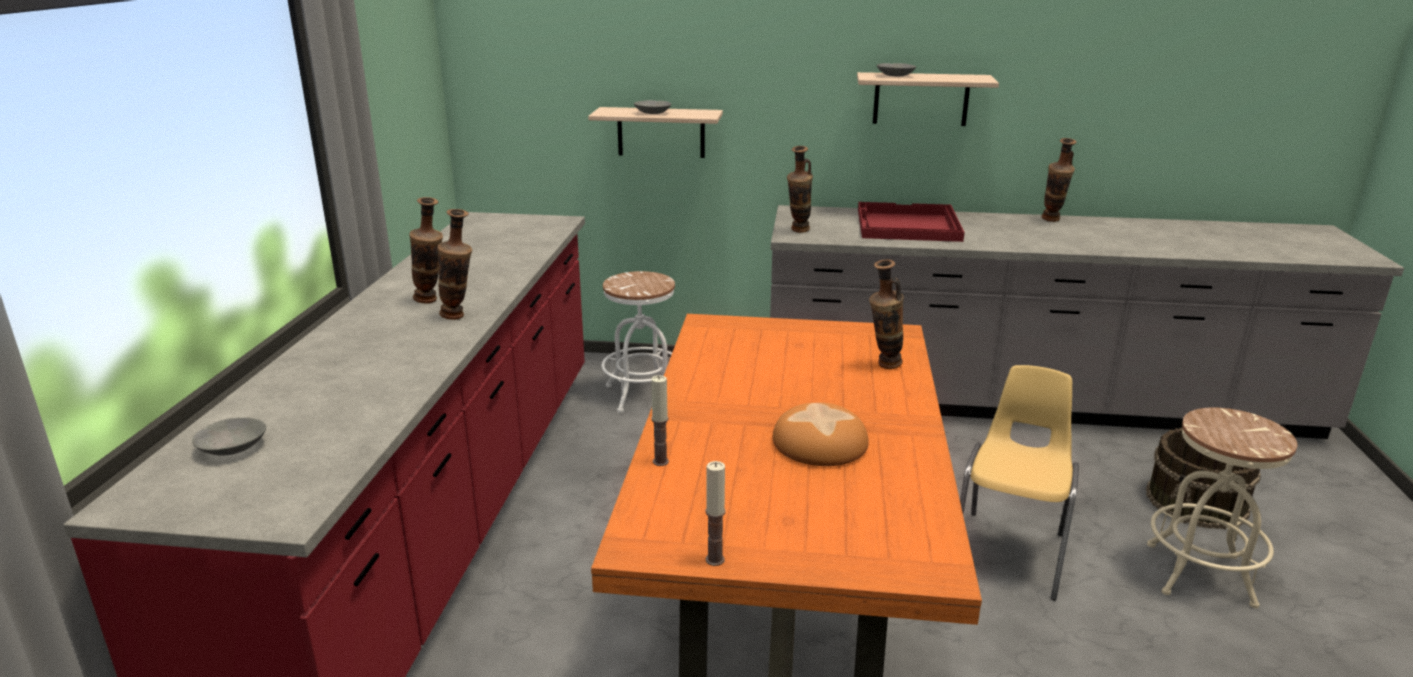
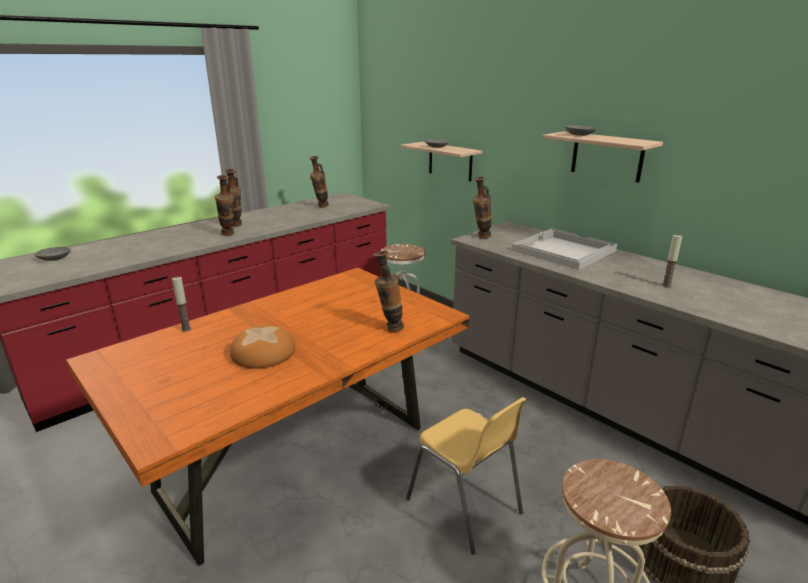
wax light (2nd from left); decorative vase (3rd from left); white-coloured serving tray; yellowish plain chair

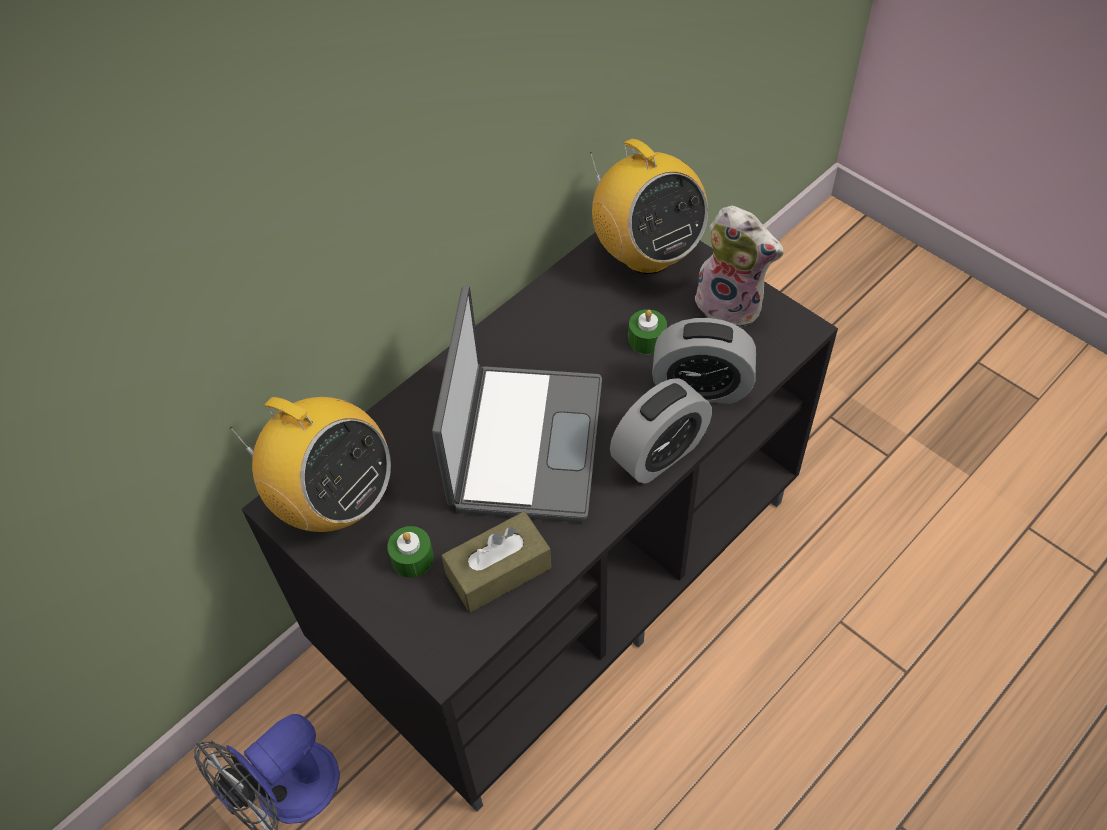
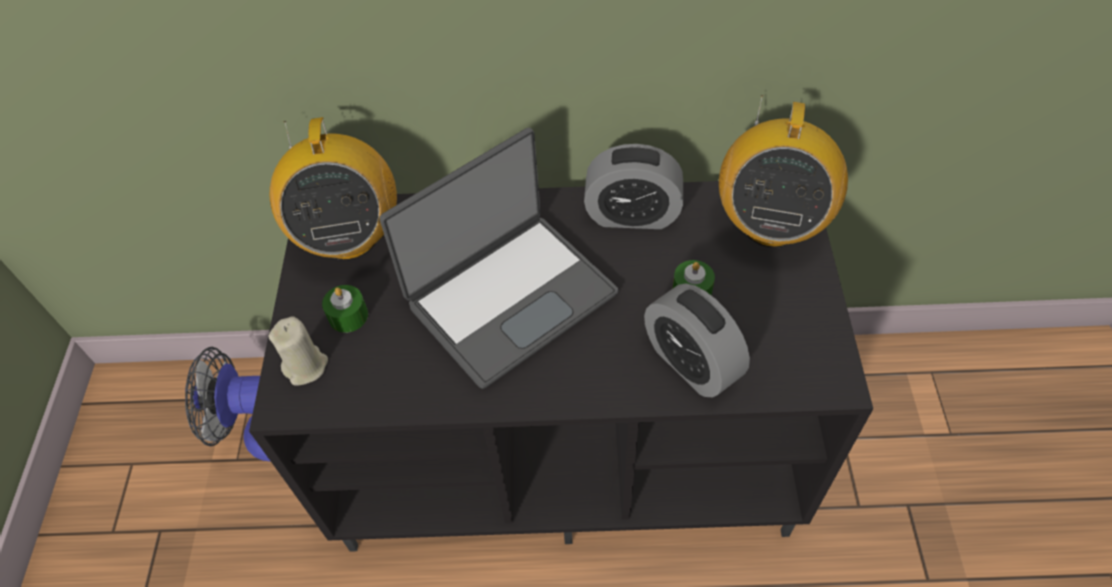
brown tissue box; soft toy; beige-coloured wax light; bedside clock (1st from left)

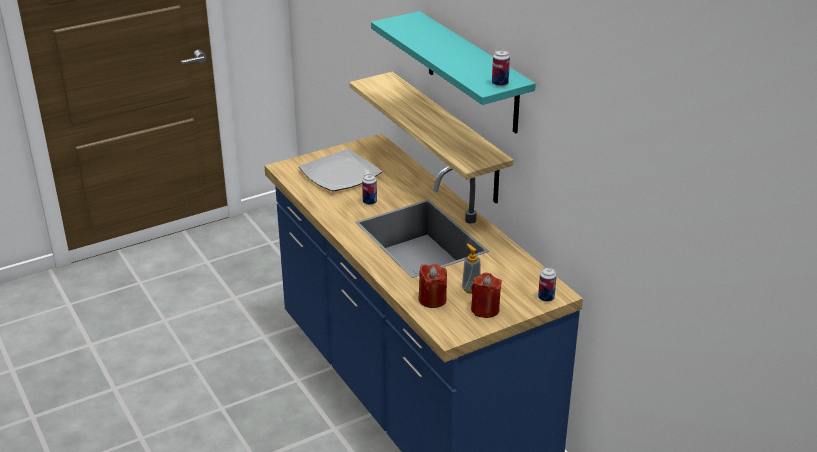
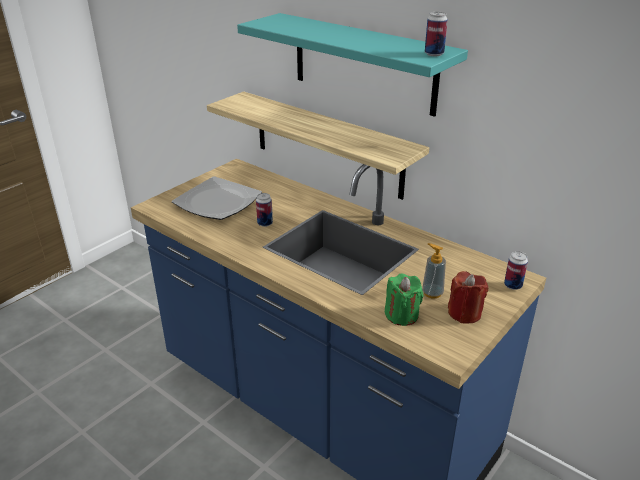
green-coloured wax light

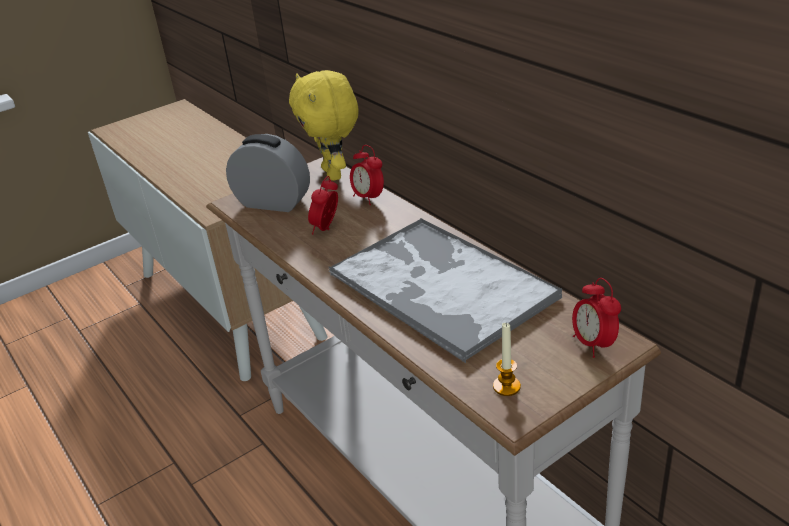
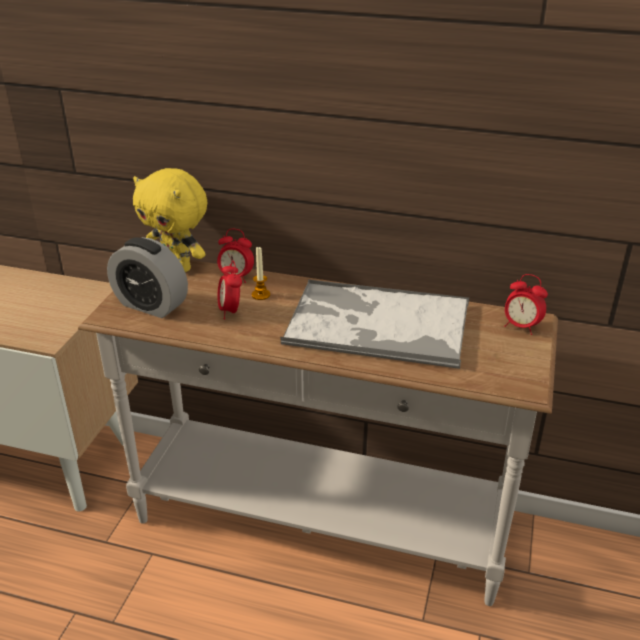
wax light; bedside clock (1st from left)

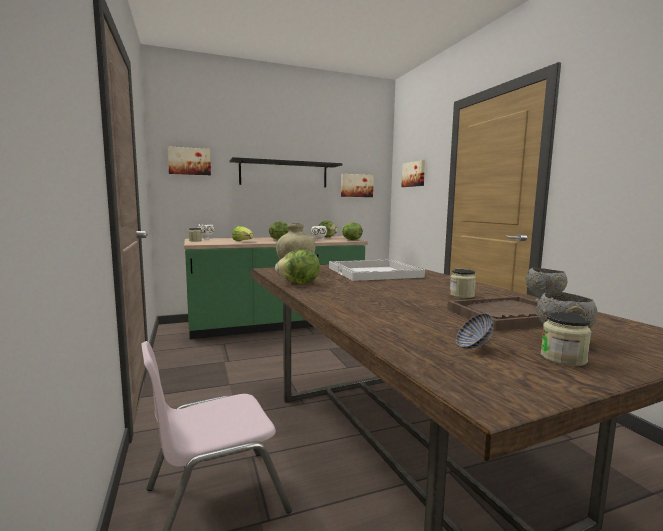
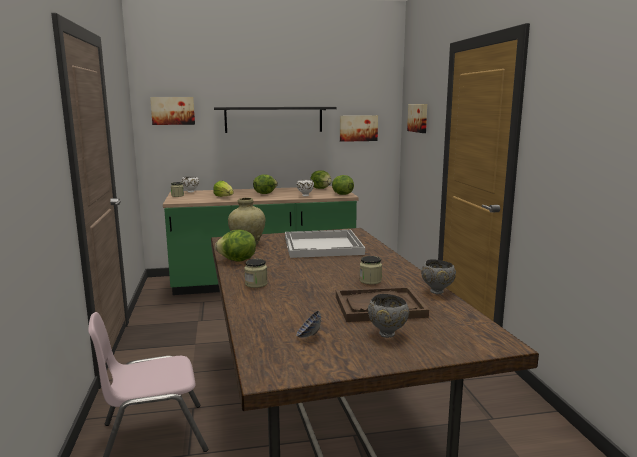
storage jar (2nd from left)

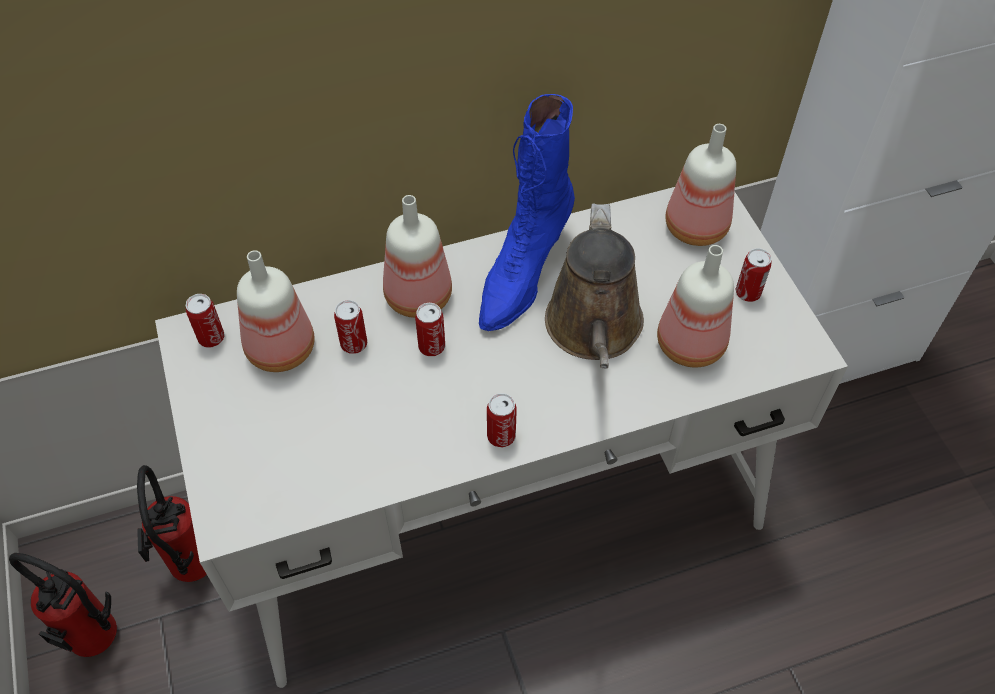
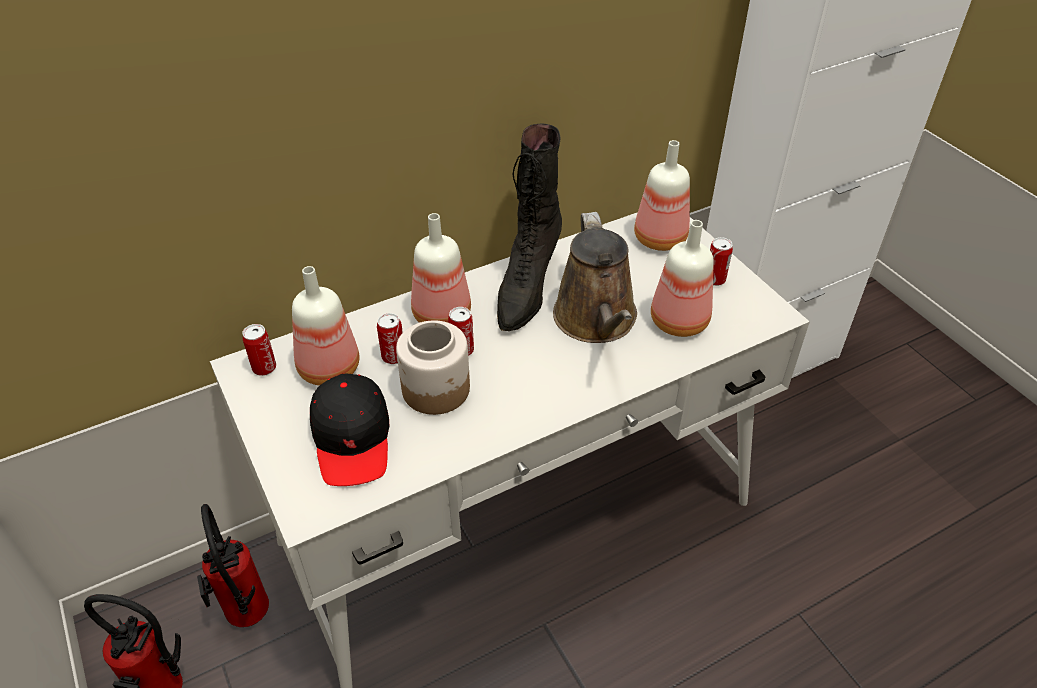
can (4th from left in the first image); black-coloured peaked cap; storage jar; black-coloured high-top boot

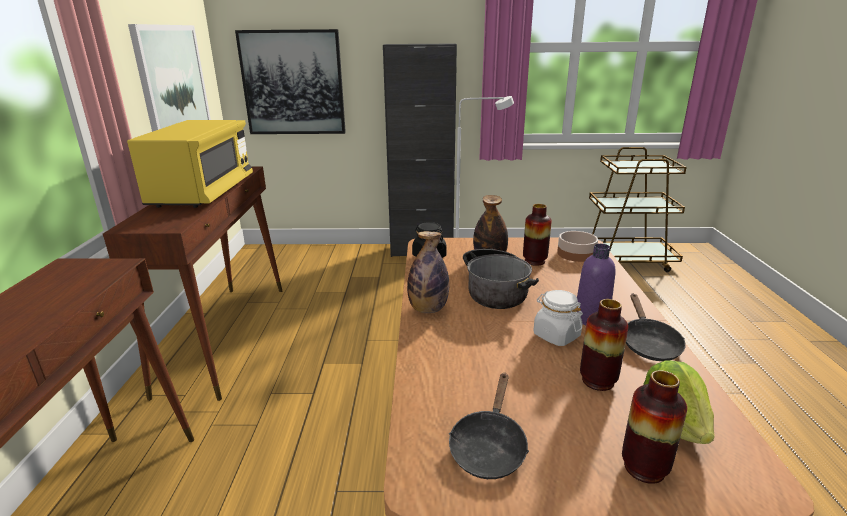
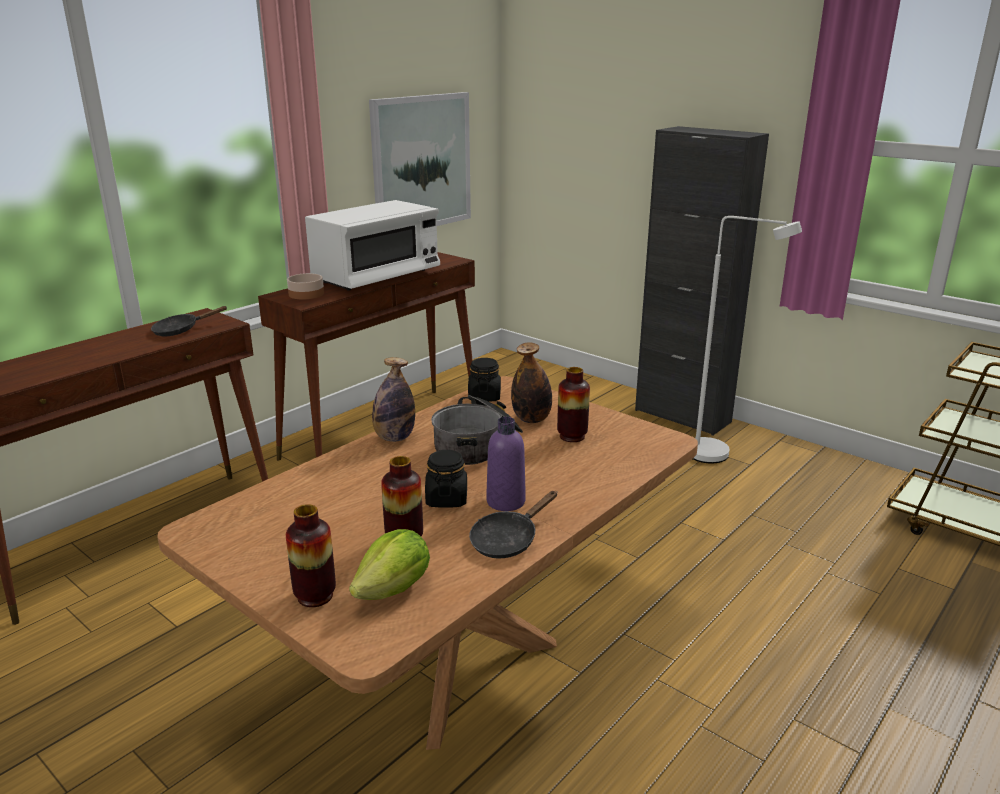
picture (2nd from left in the first image); black-coloured skillet (1st from left); serving bowl; white-coloured microwave oven; black-coloured storage jar (1st from left)

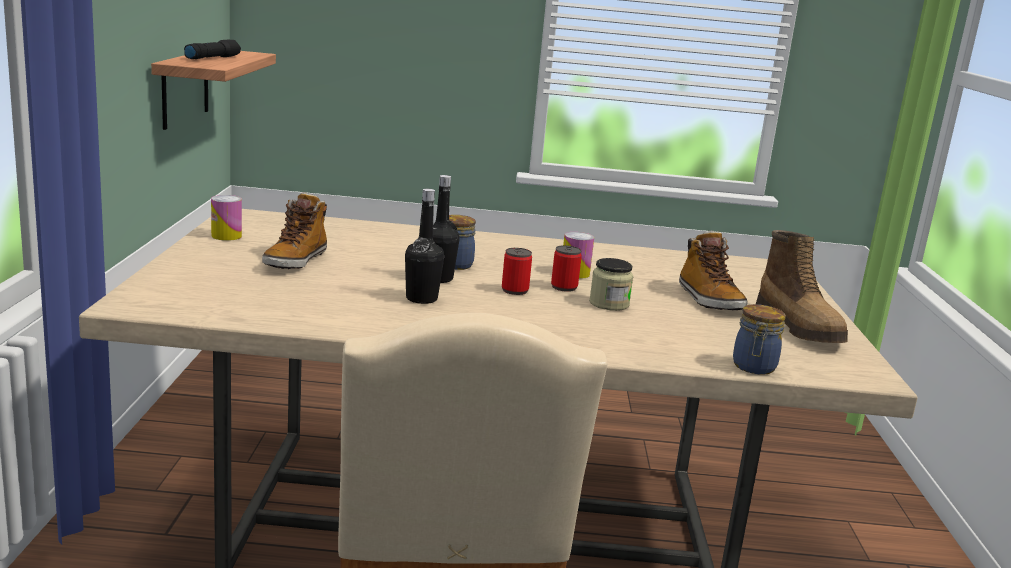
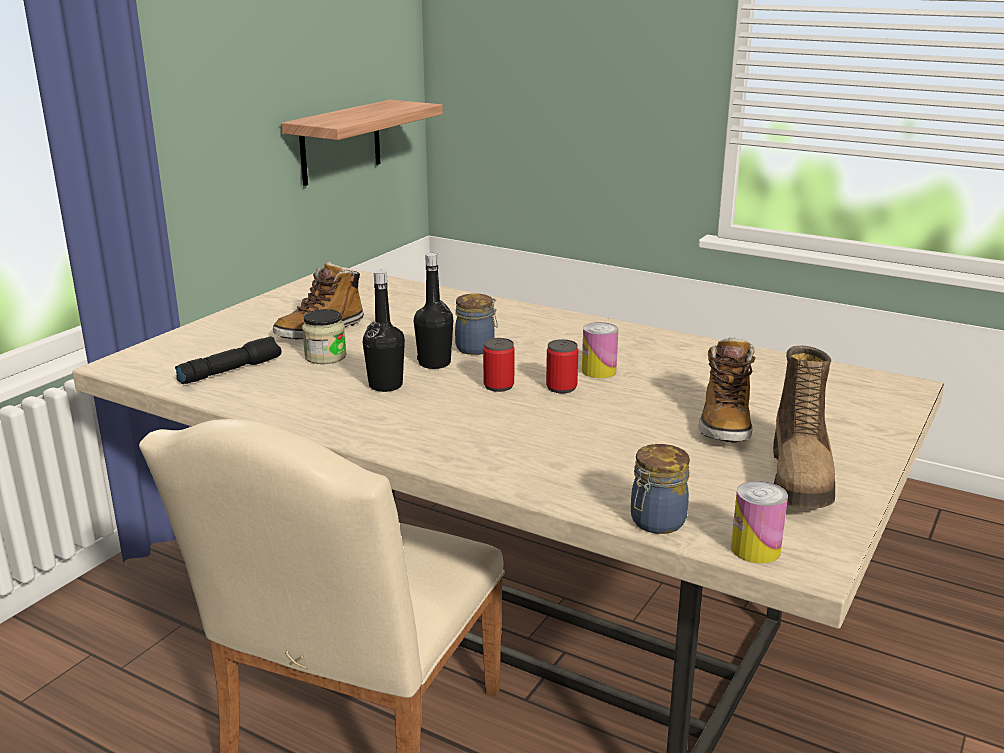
black-coloured hand torch; can (4th from left); storage jar (1st from left)

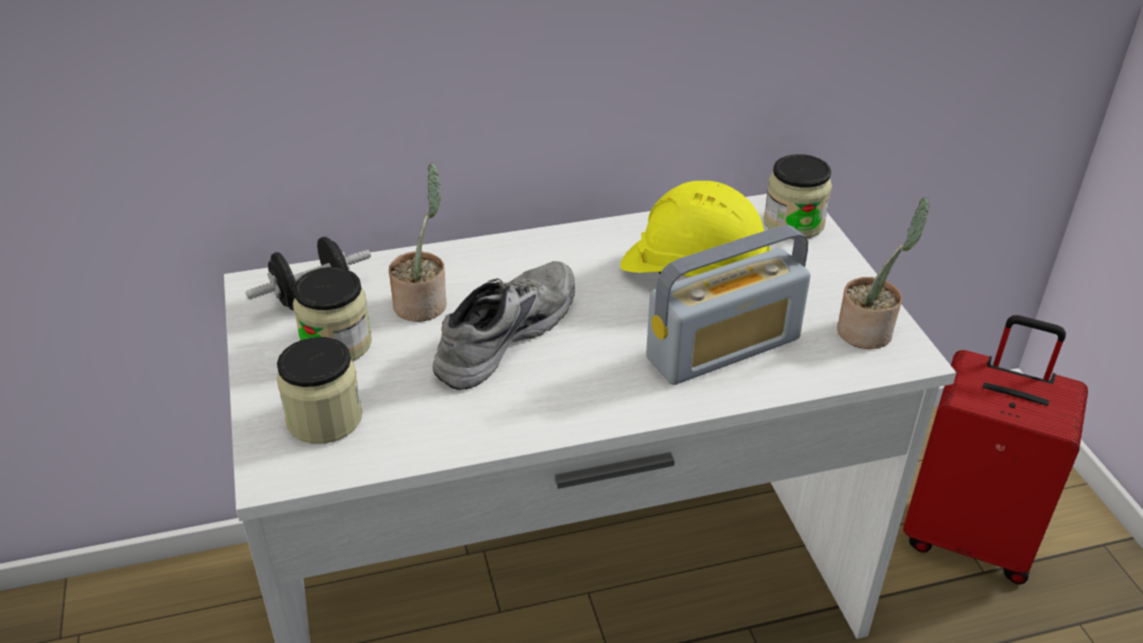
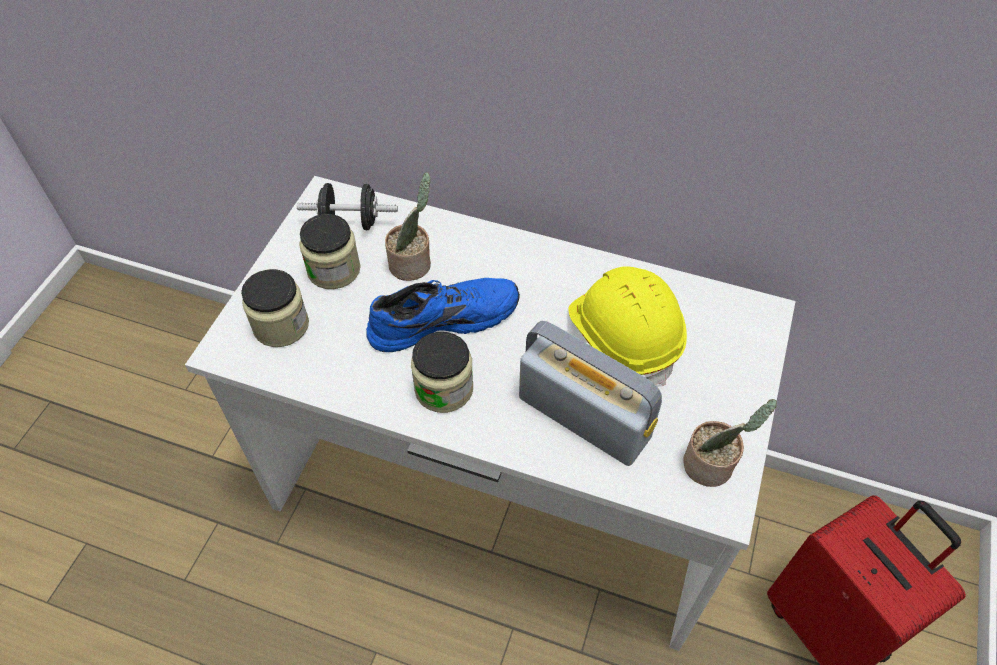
storage jar (3rd from left); blue item of footwear; radio

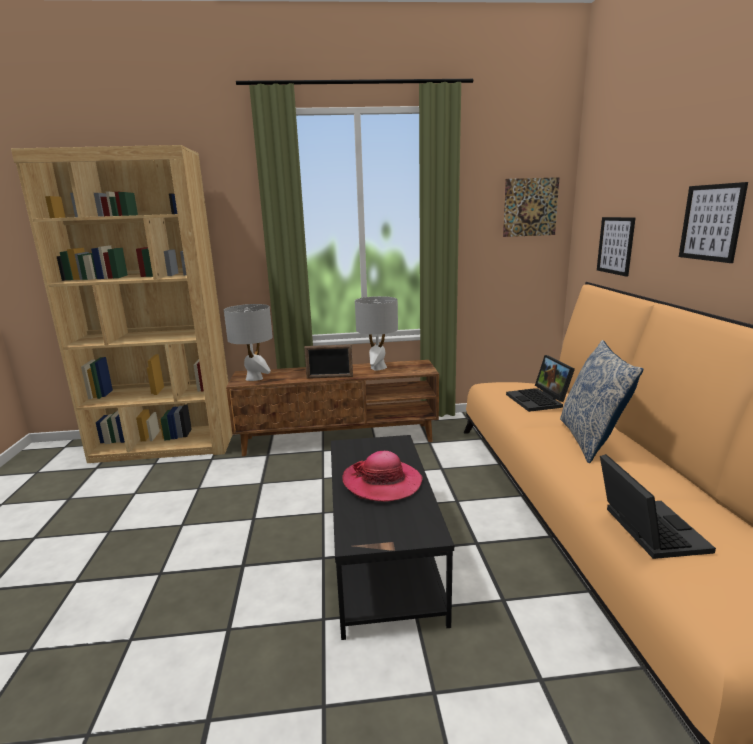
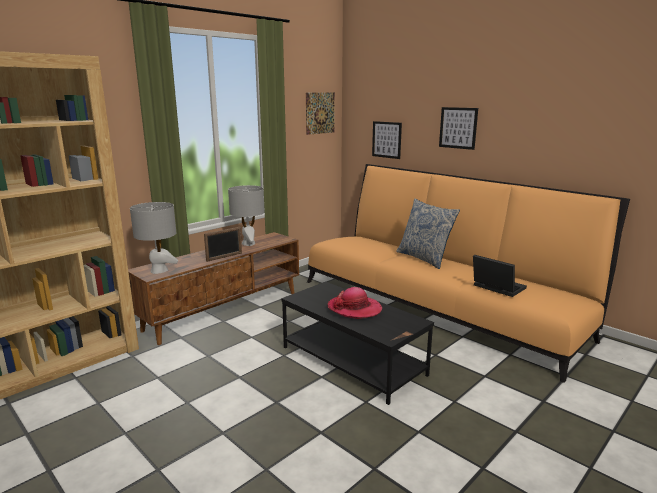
laptop (1st from left in the first image)

